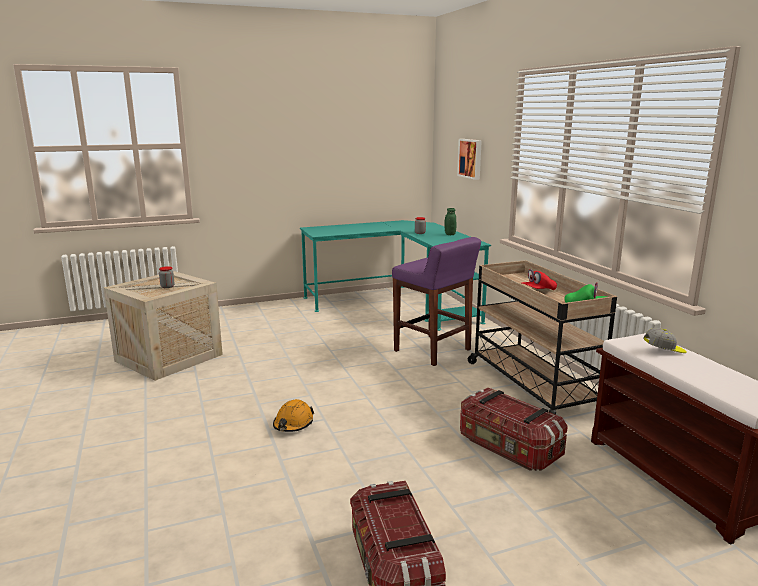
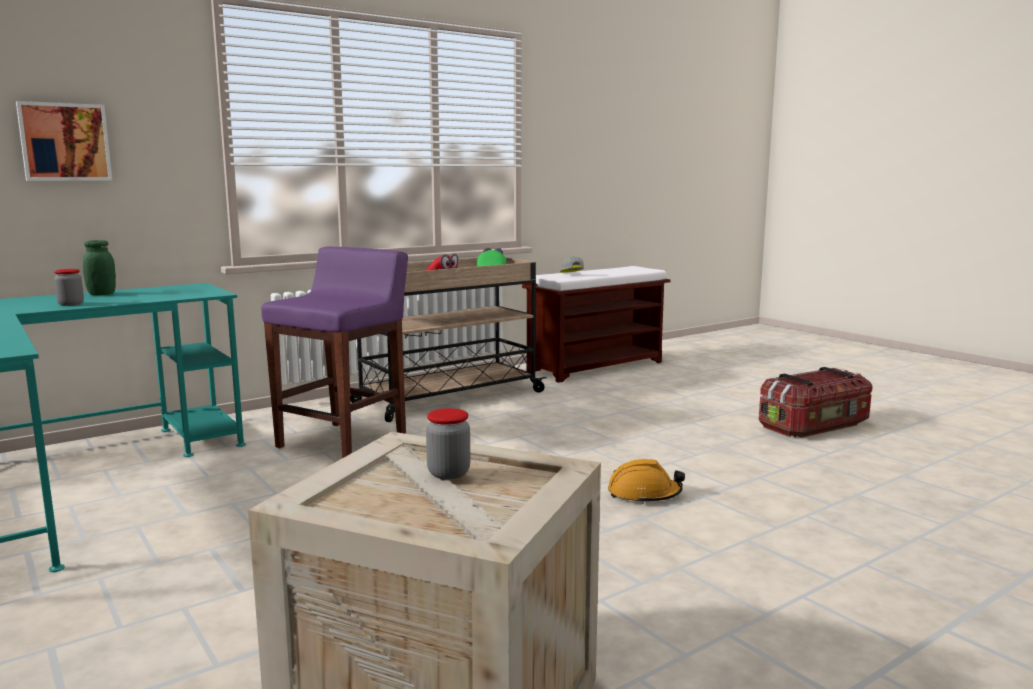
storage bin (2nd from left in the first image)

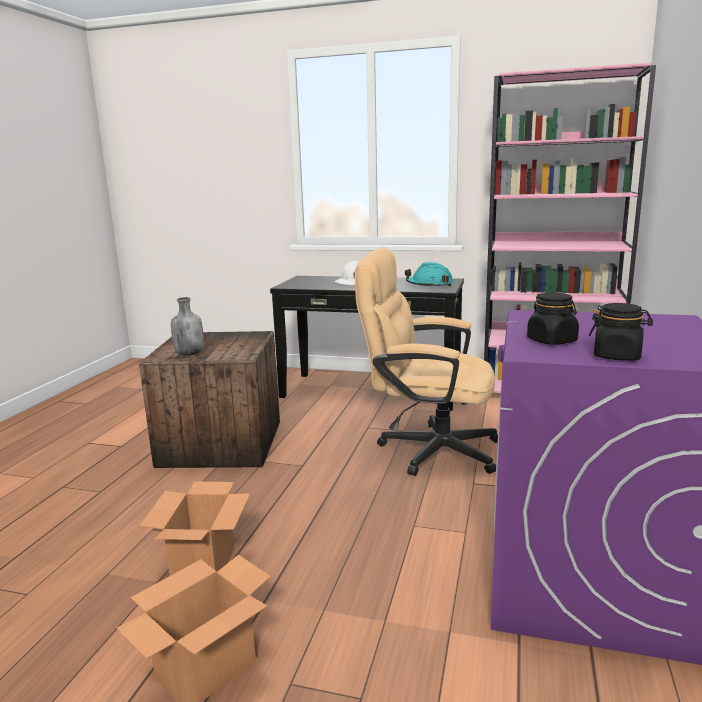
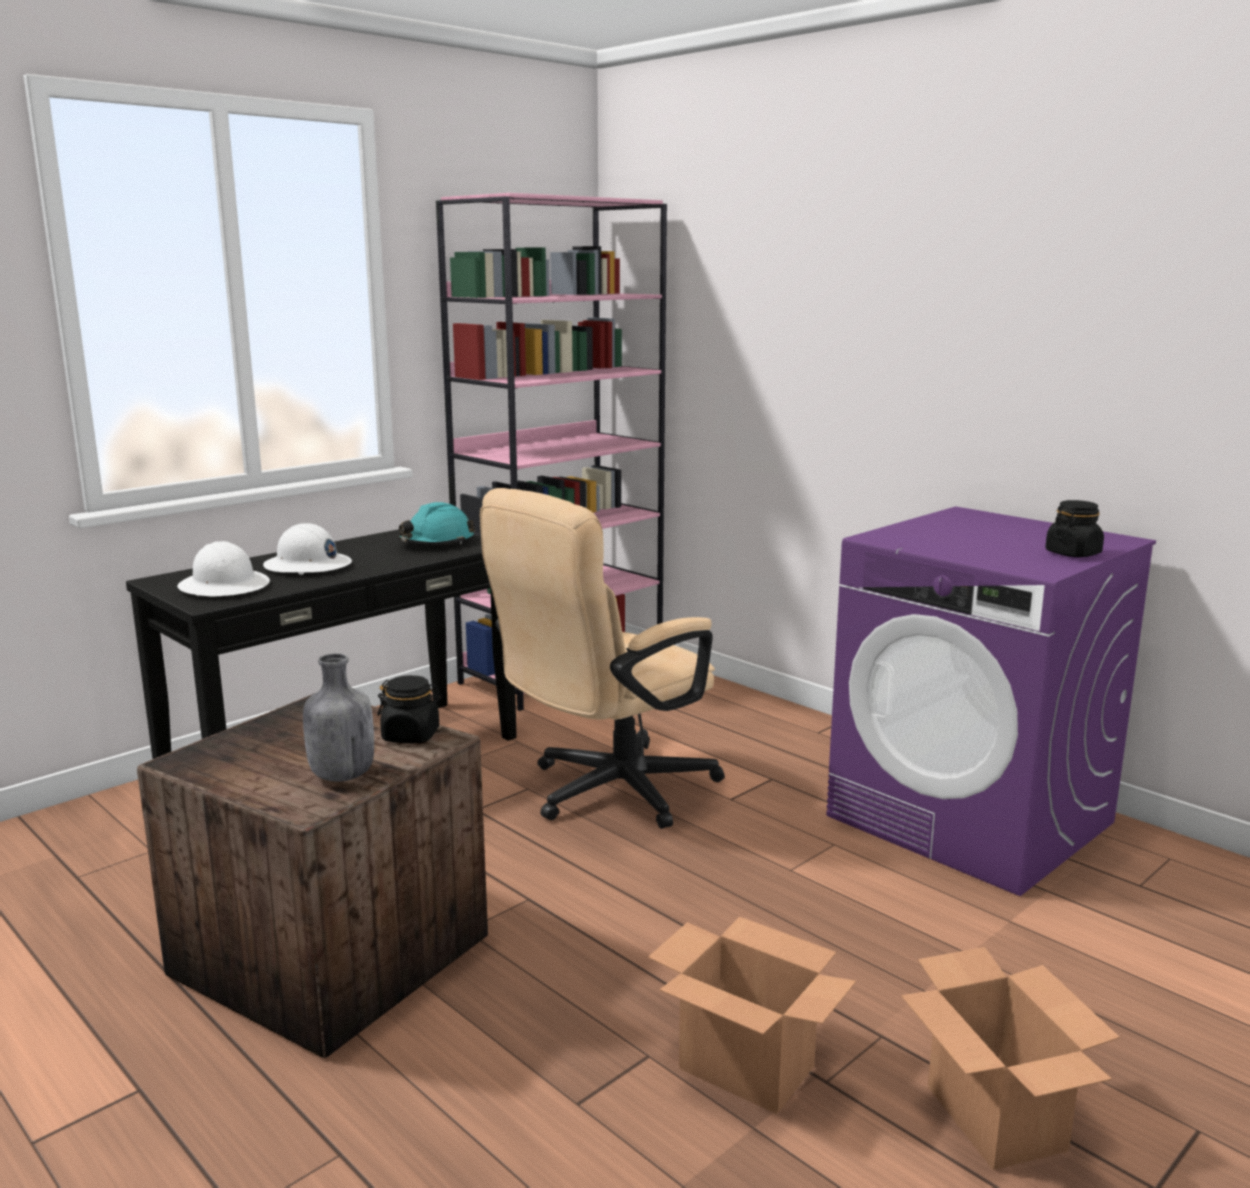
white-coloured hard hat (1st from left); black-coloured storage jar (1st from left)

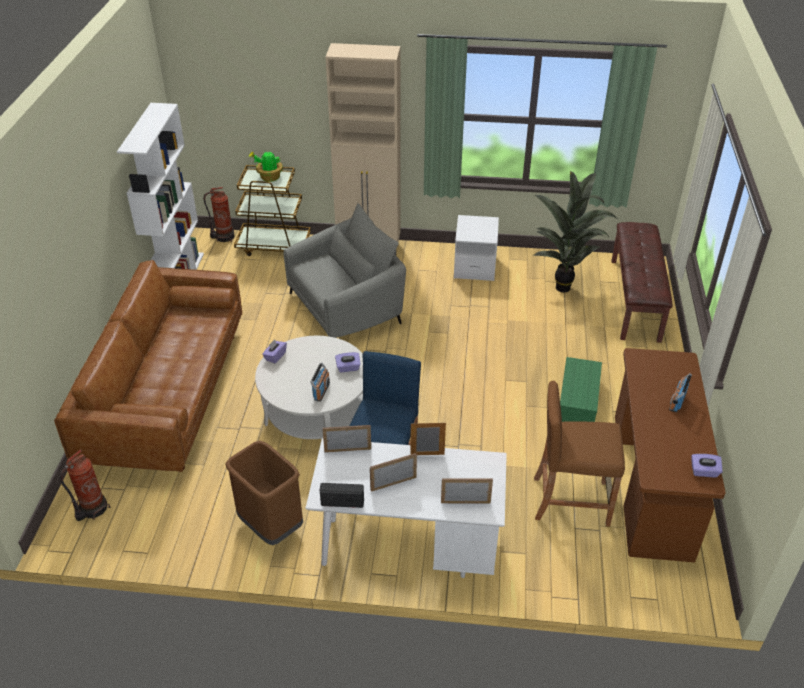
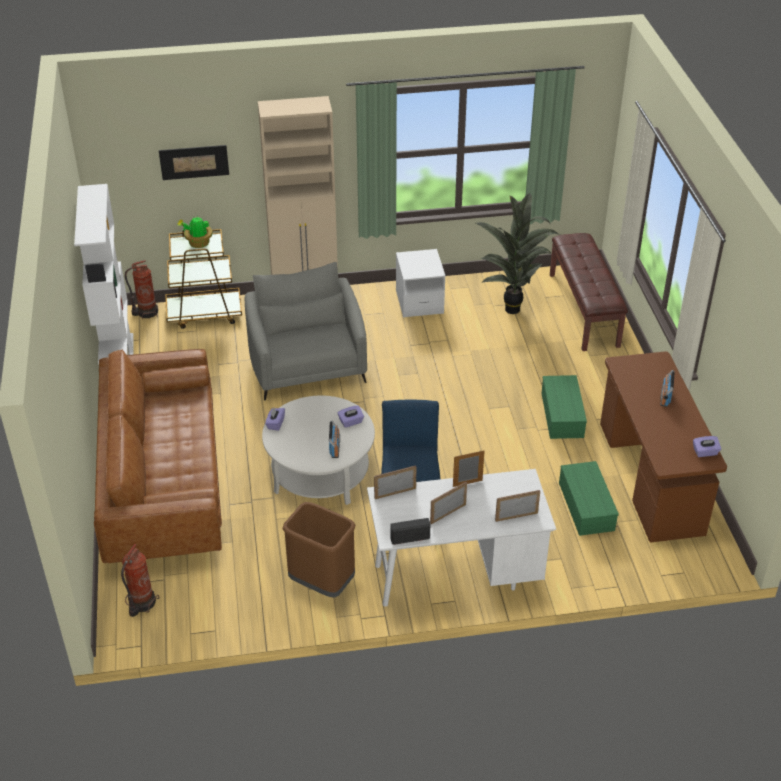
picture; green-coloured storage bin (2nd from left); grey lounge chair

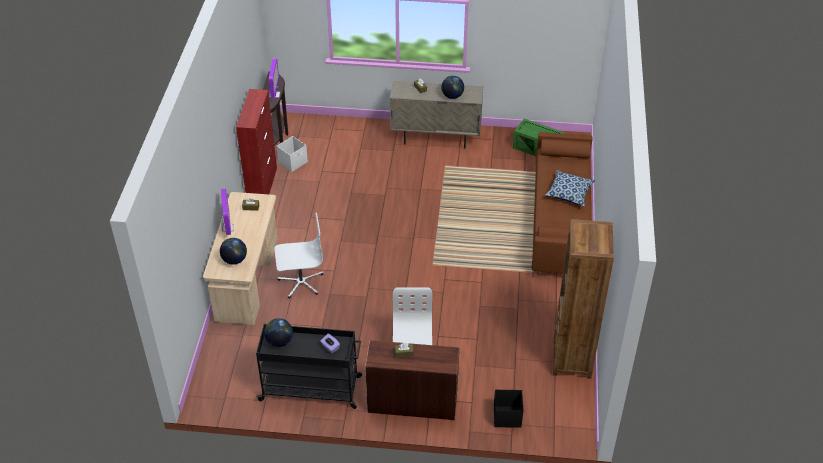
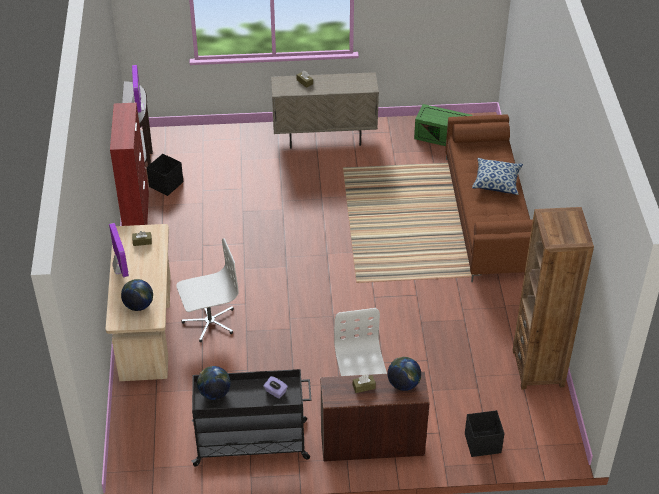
globe (3rd from left); black-coloured storage bin (1st from left)

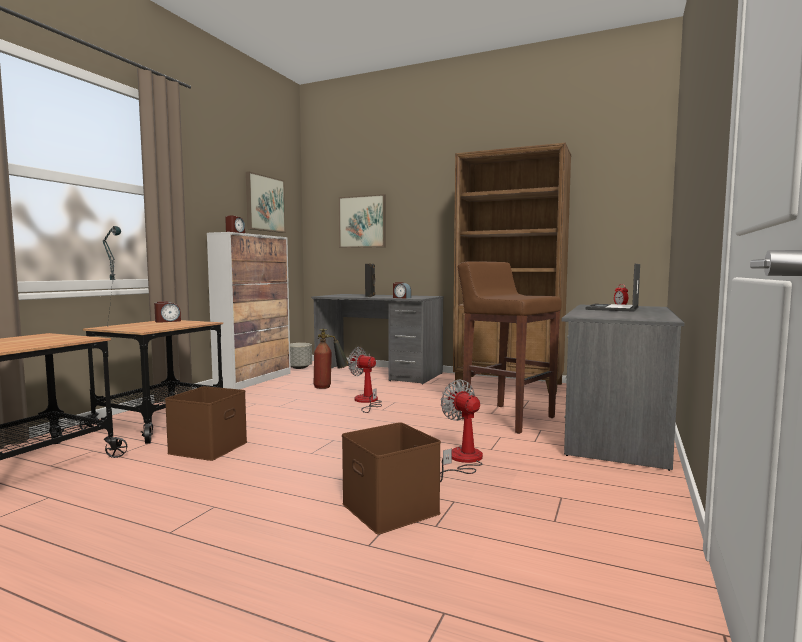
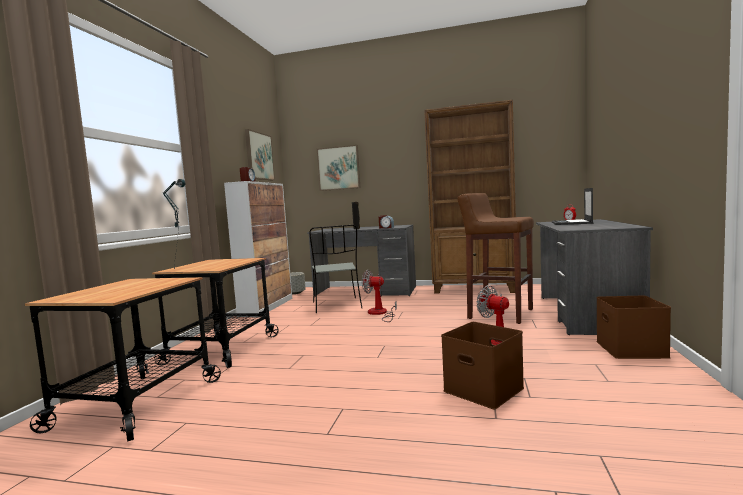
bedside clock (1st from left in the first image); brown storage bin (2nd from left); grey plain chair

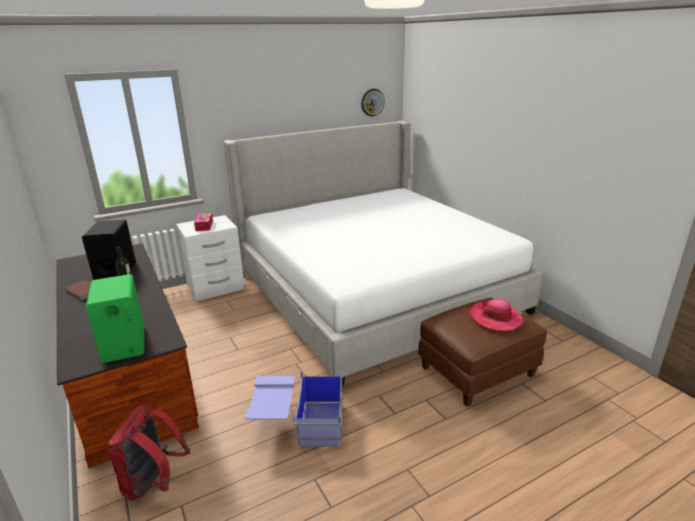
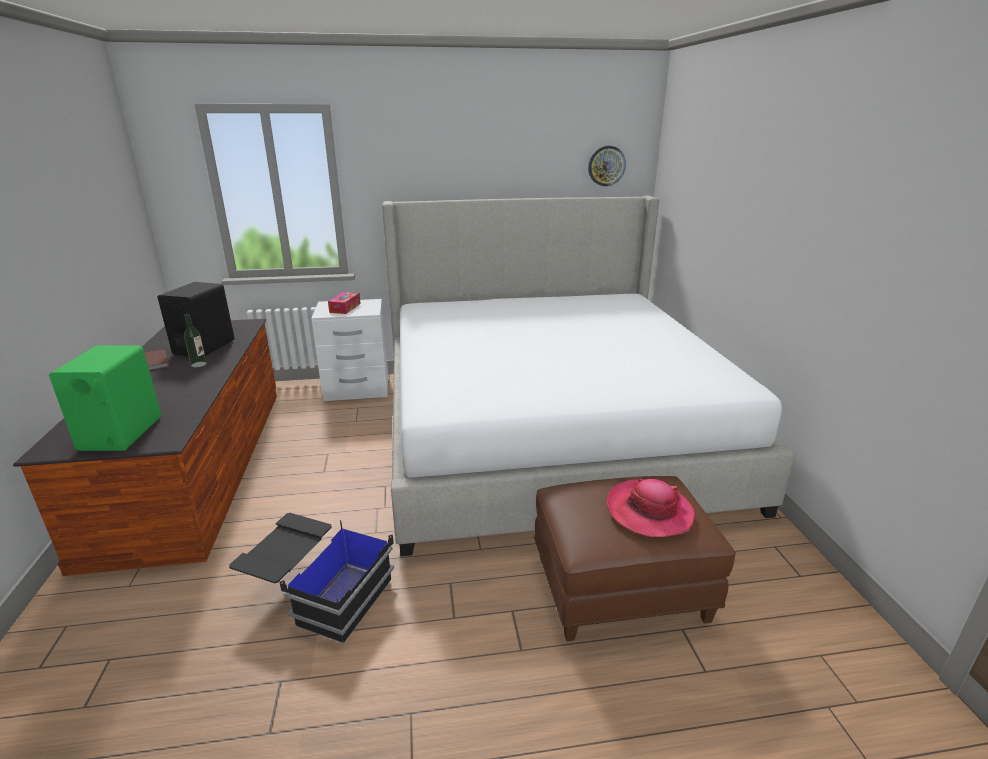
reddish backpack; black-coloured storage bin

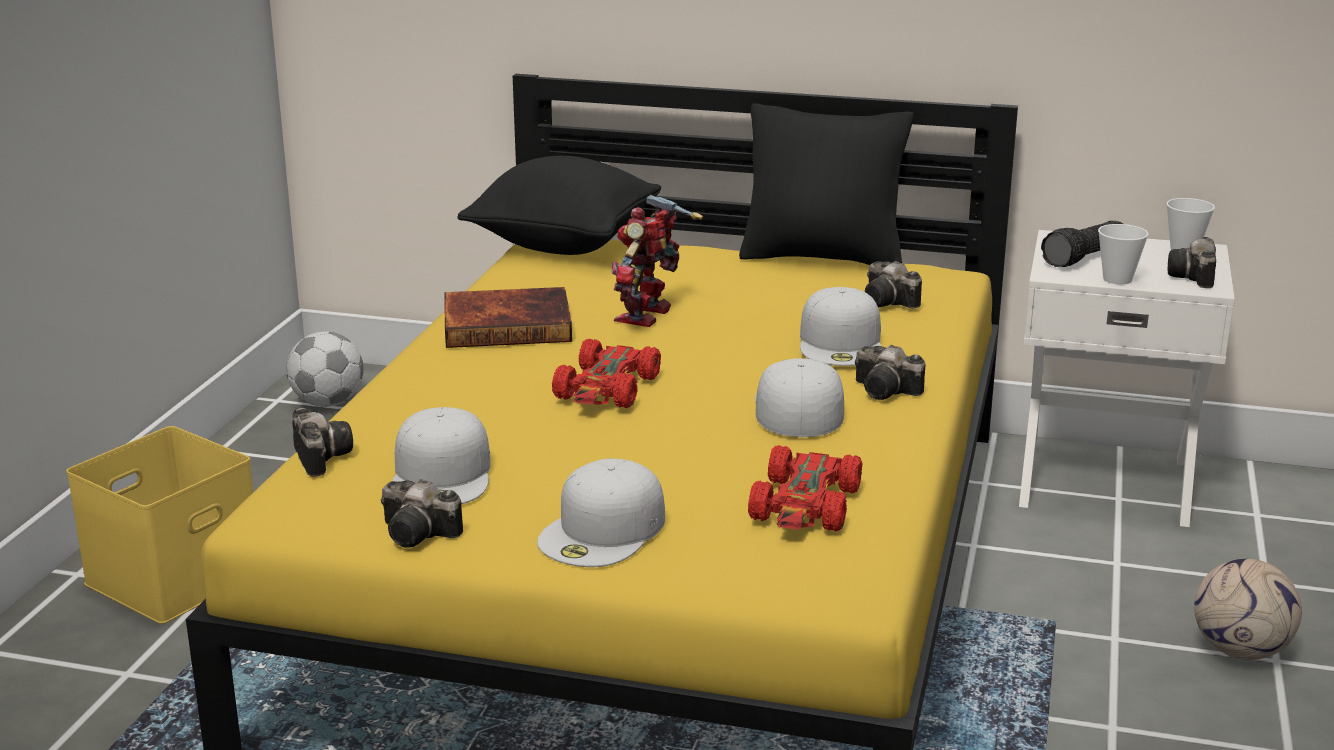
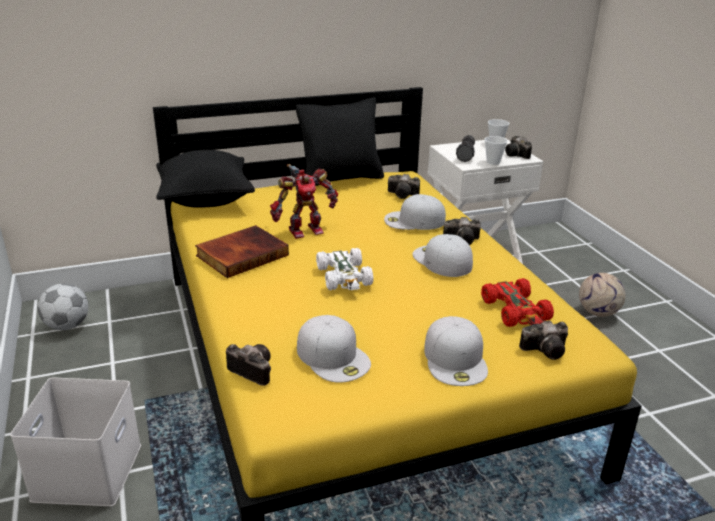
still camera (5th from left); white-coloured storage bin; white-coloured toy car; model robot; white-coloured peaked cap (2nd from left)

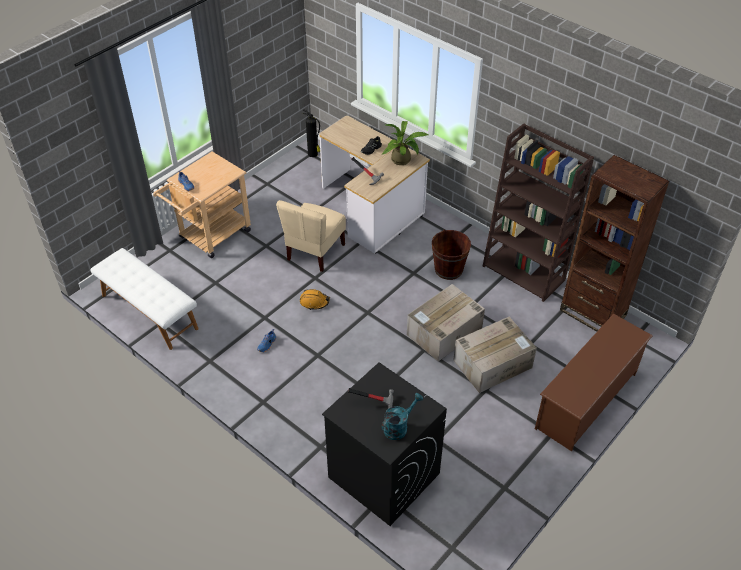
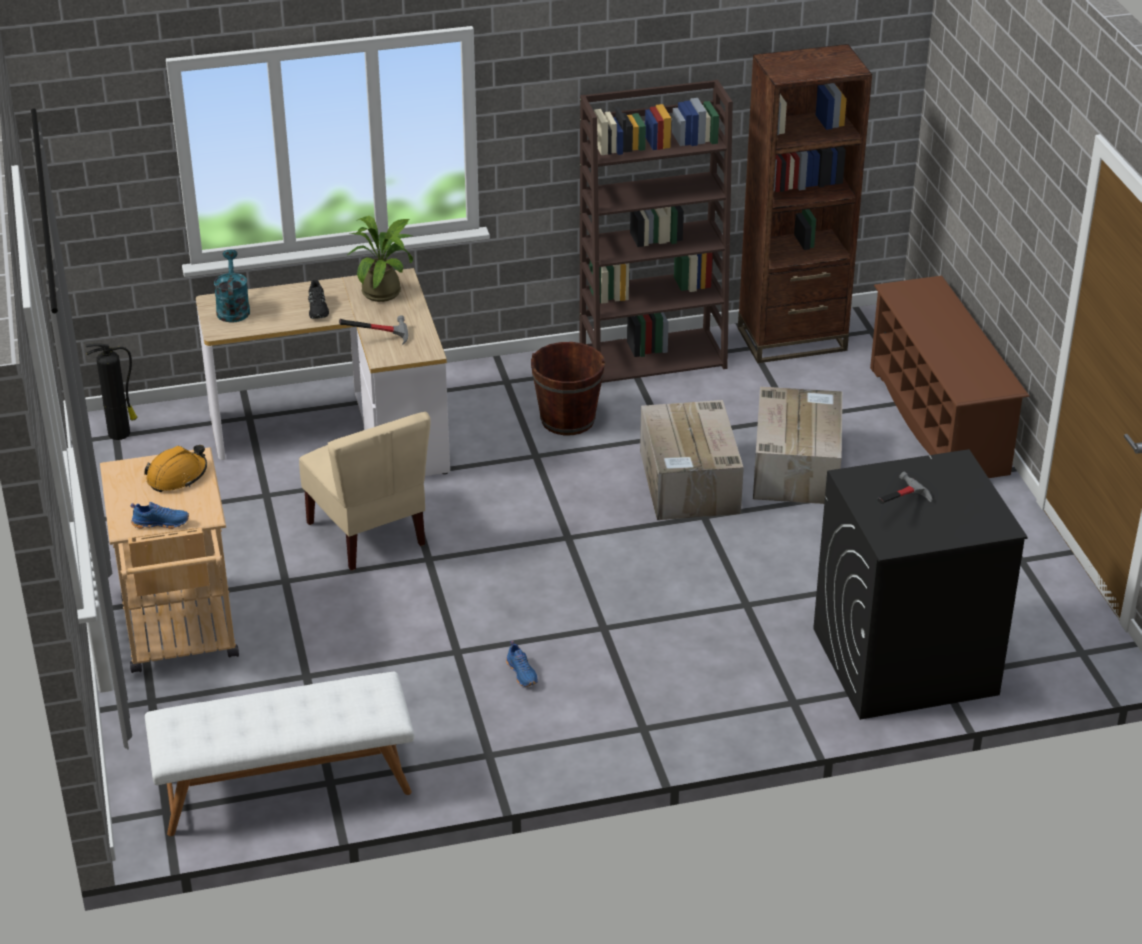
orangey hard hat; turquoise-coloured sprinkling can

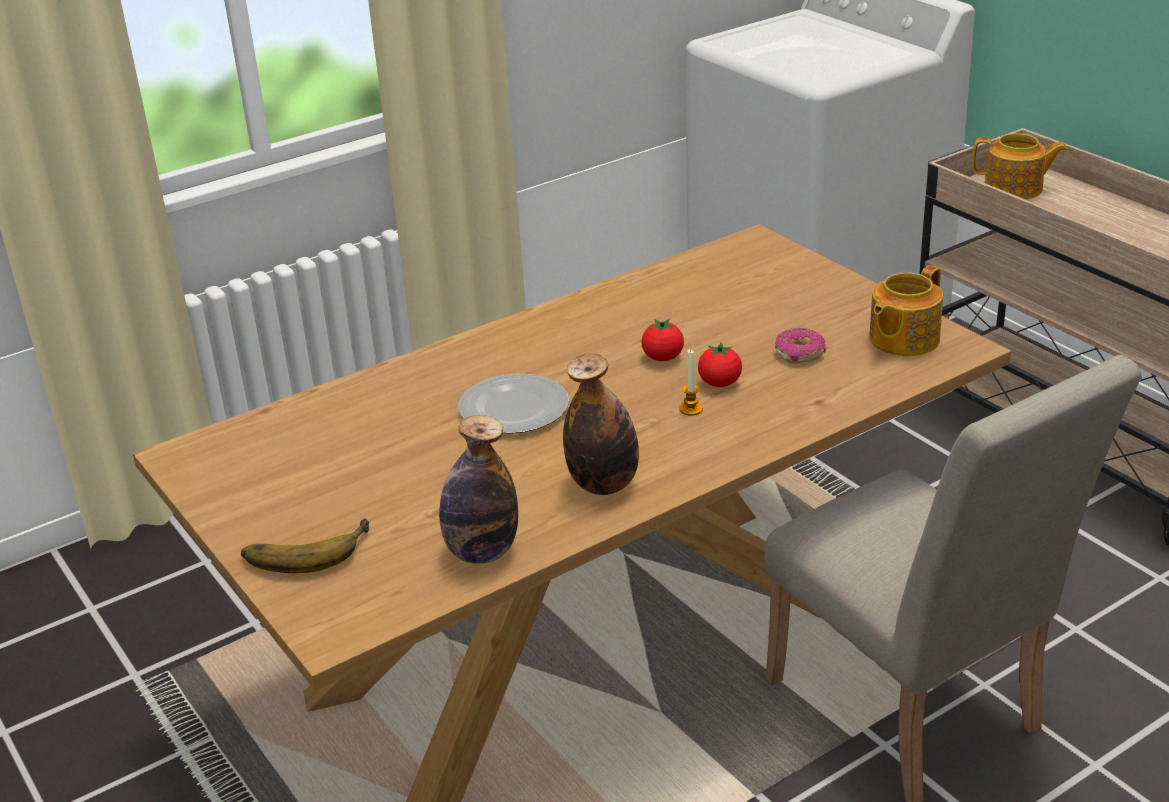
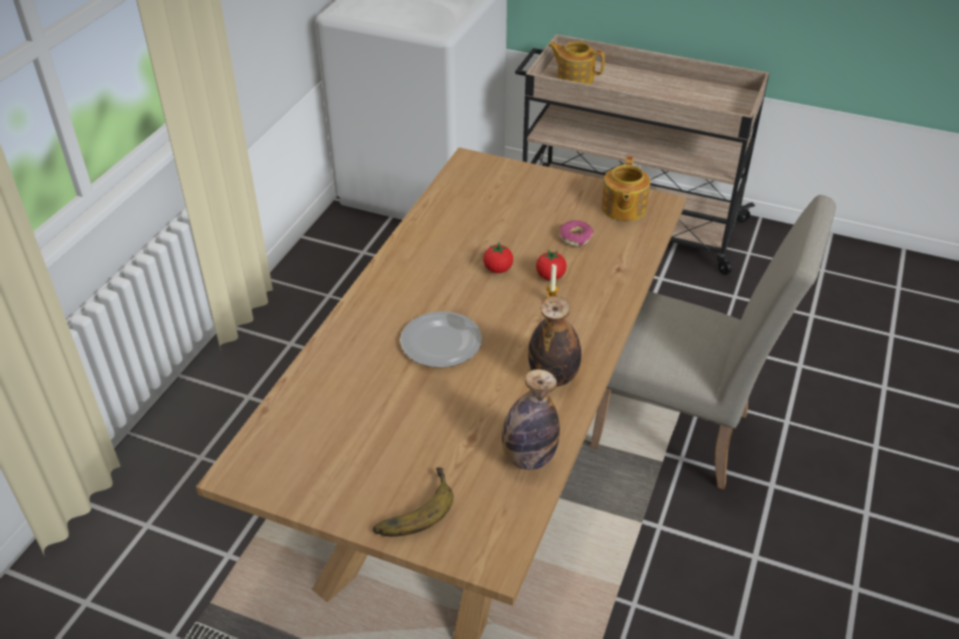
teapot (1st from left)

